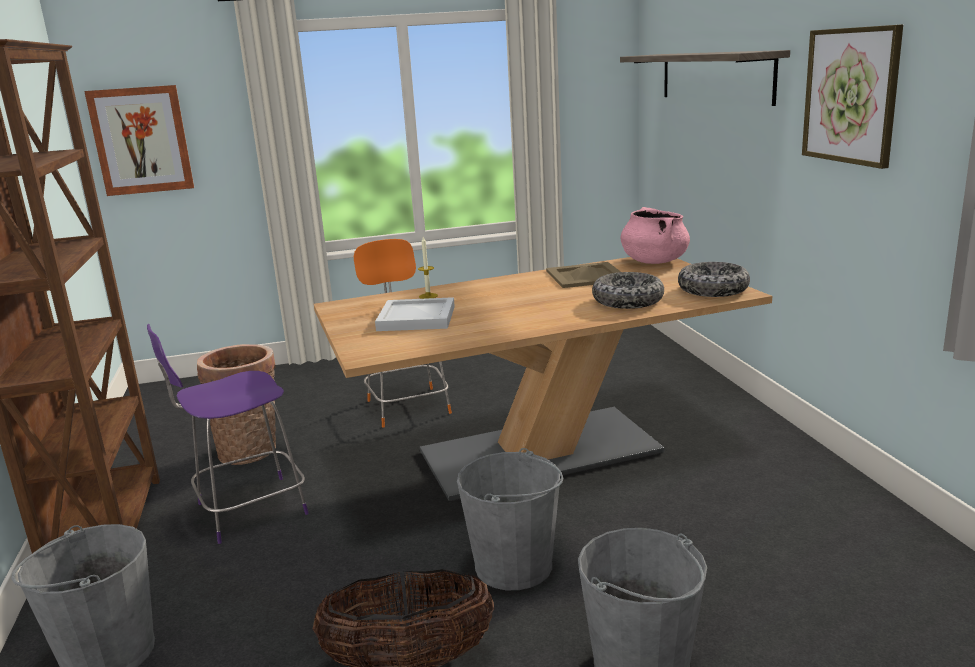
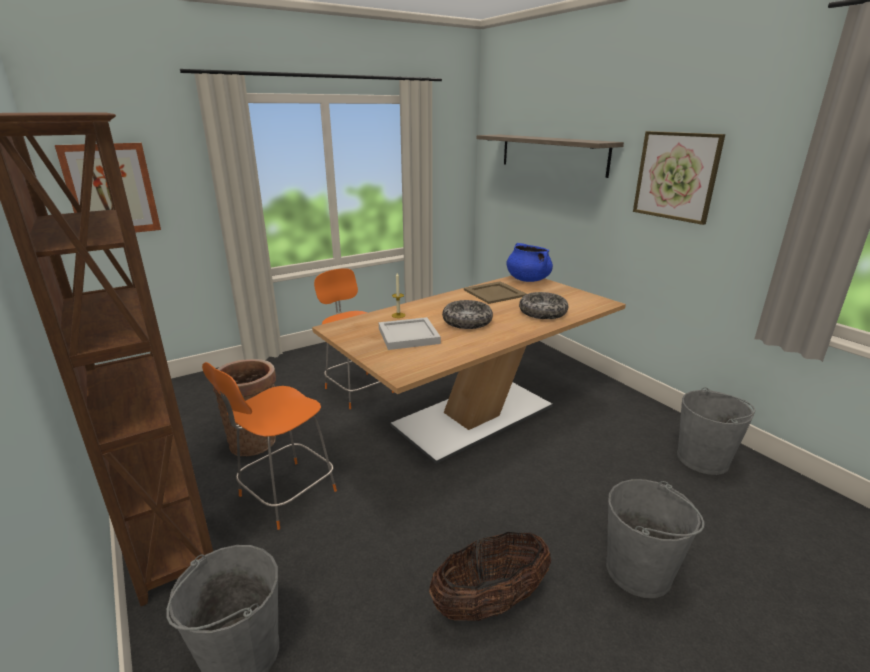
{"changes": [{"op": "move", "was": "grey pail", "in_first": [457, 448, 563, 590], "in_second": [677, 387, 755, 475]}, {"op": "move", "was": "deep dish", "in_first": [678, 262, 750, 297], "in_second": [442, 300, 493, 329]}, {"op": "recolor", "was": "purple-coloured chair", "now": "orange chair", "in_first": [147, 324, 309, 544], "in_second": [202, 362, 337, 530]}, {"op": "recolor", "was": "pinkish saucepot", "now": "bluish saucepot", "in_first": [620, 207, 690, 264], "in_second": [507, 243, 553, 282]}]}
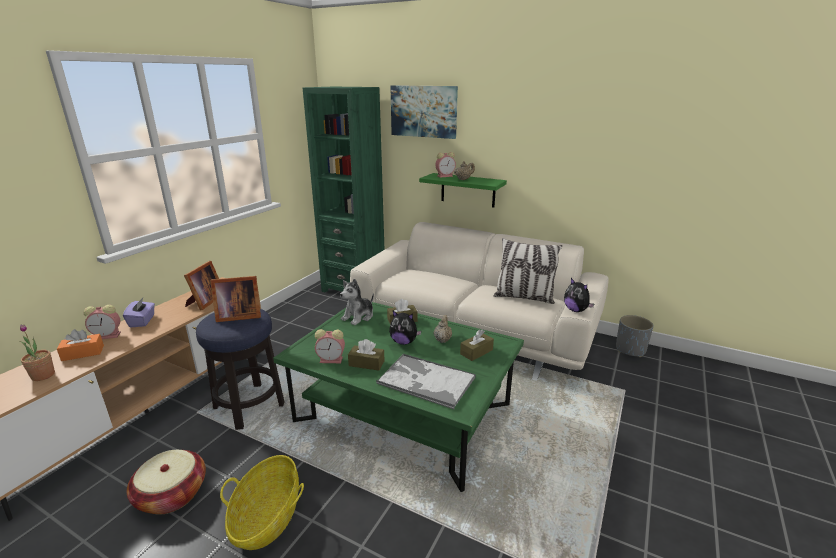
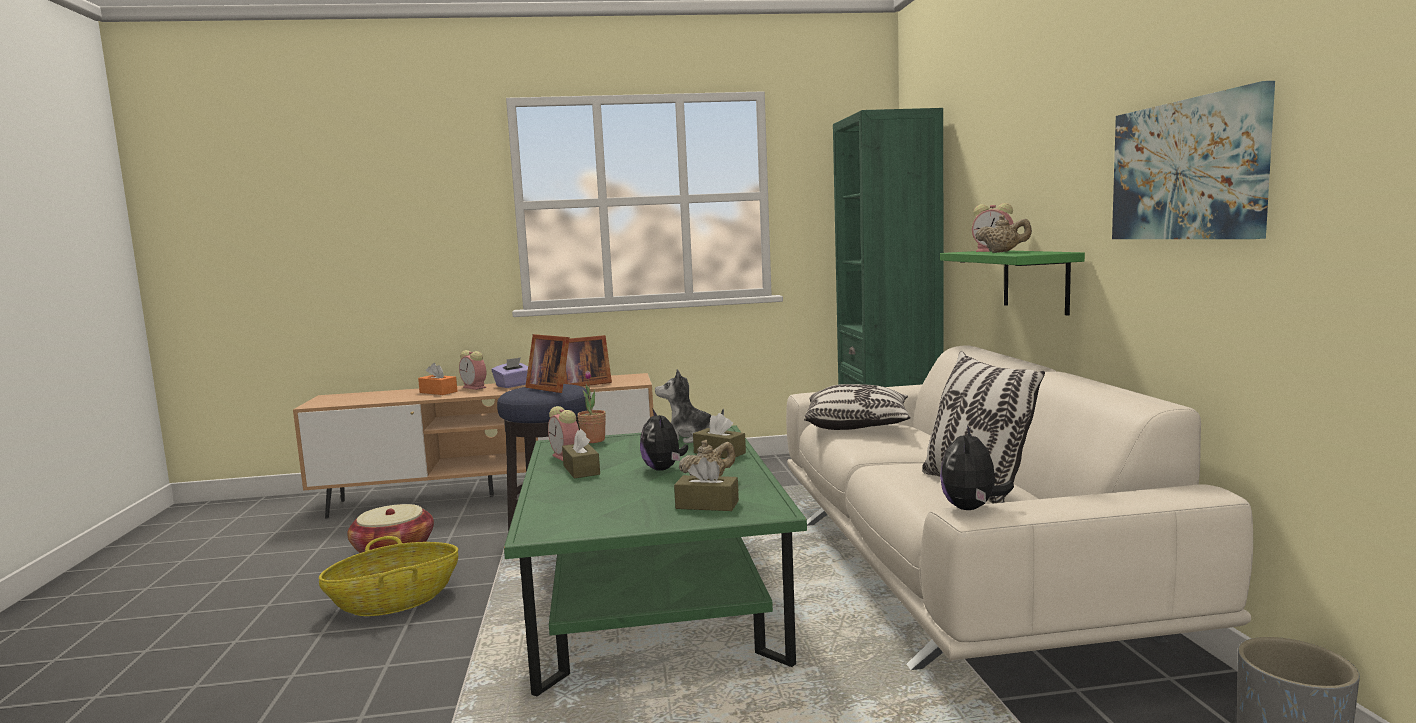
{"changes": [{"op": "delete", "was": "serving tray", "in_first": [376, 354, 476, 409]}, {"op": "insert", "now": "cushion", "in_second": [804, 384, 911, 430]}, {"op": "move", "was": "plant in a pot", "in_first": [20, 324, 55, 381], "in_second": [577, 370, 606, 443]}, {"op": "move", "was": "wall picture", "in_first": [390, 85, 458, 139], "in_second": [1112, 81, 1275, 239]}]}
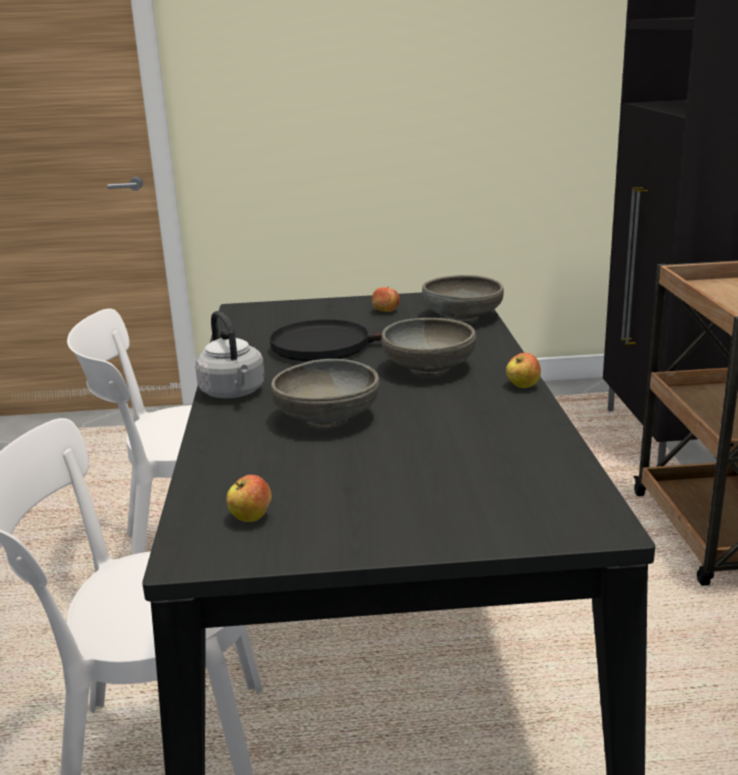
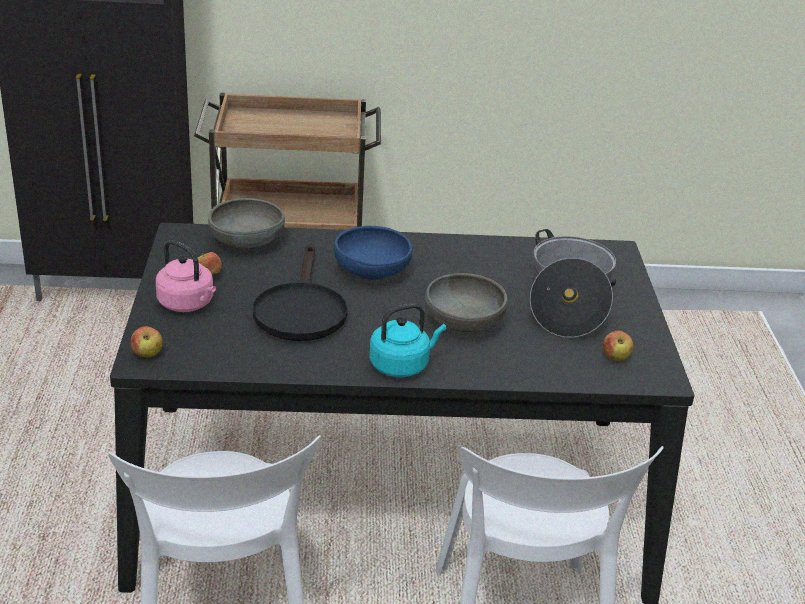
{"changes": [{"op": "insert", "now": "pinkish tea kettle", "in_second": [156, 240, 216, 312]}, {"op": "insert", "now": "saucepot", "in_second": [530, 229, 616, 338]}, {"op": "move", "was": "apple", "in_first": [506, 353, 541, 388], "in_second": [130, 326, 163, 357]}, {"op": "recolor", "was": "grey tea kettle", "now": "turquoise tea kettle", "in_first": [195, 311, 265, 398], "in_second": [369, 303, 446, 377]}, {"op": "recolor", "was": "grey deep dish", "now": "bluish deep dish", "in_first": [381, 318, 476, 376], "in_second": [334, 226, 412, 280]}]}
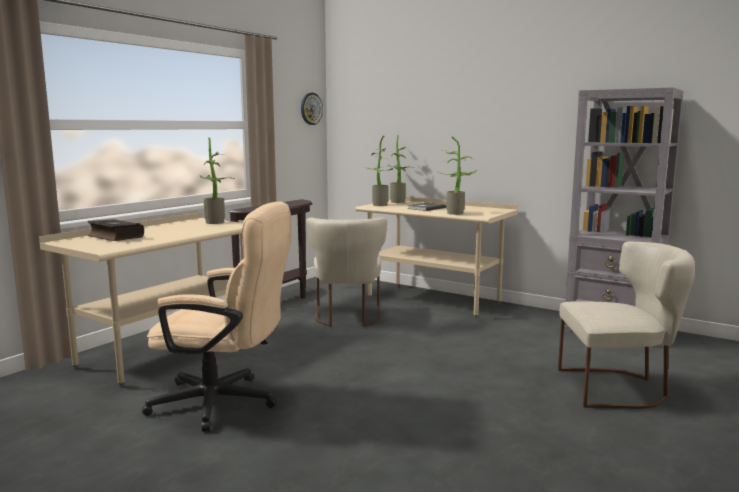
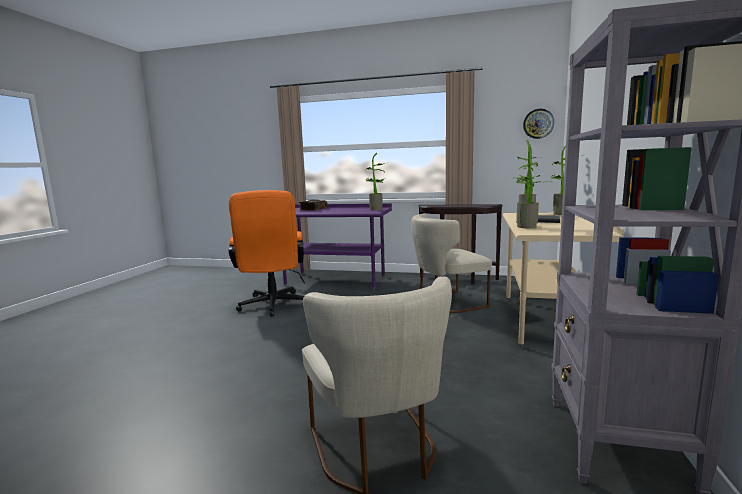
{"changes": [{"op": "recolor", "was": "beige desk unit", "now": "purple-coloured desk unit", "in_first": [39, 212, 243, 387], "in_second": [283, 204, 392, 290]}, {"op": "recolor", "was": "beige office chair", "now": "orange office chair", "in_first": [142, 202, 291, 432], "in_second": [229, 190, 305, 317]}]}
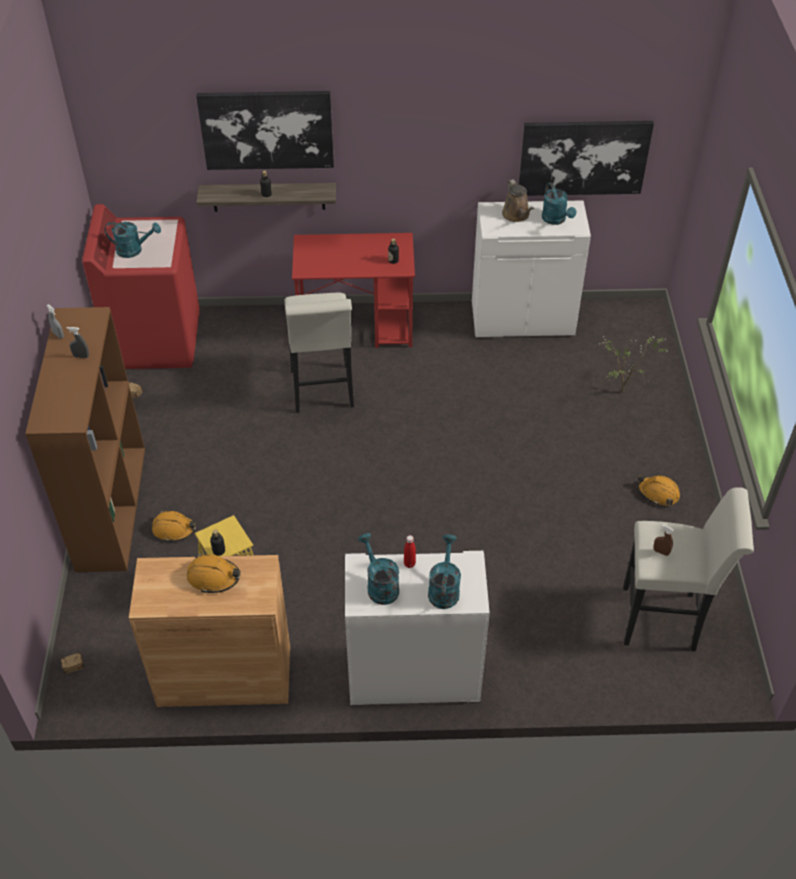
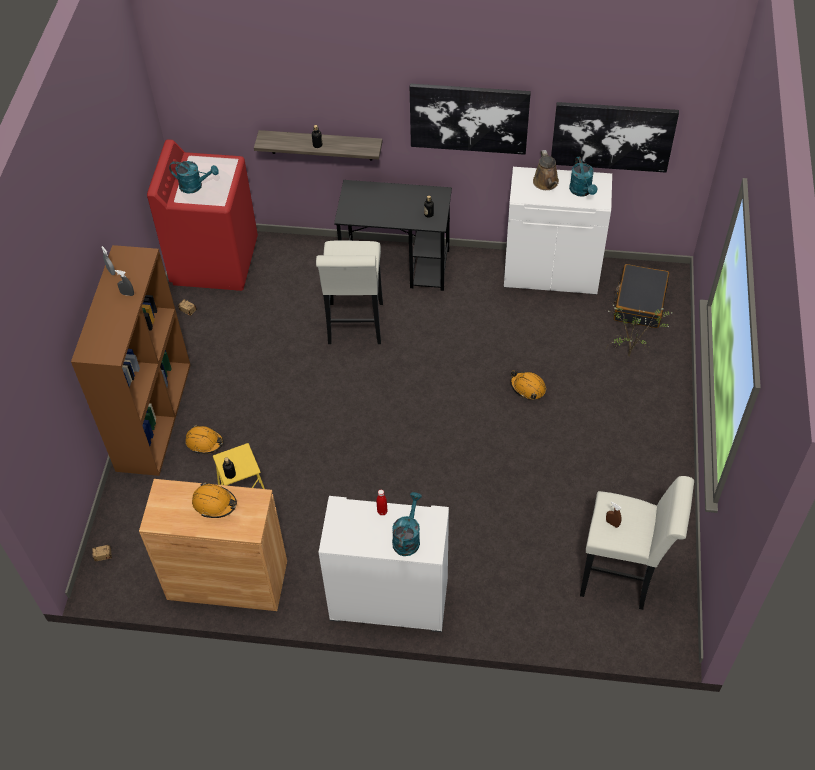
{"changes": [{"op": "delete", "was": "turquoise watering pot", "in_first": [358, 533, 399, 605]}, {"op": "insert", "now": "black travel case", "in_second": [614, 264, 669, 328]}, {"op": "move", "was": "wall picture", "in_first": [196, 91, 334, 170], "in_second": [410, 83, 531, 155]}, {"op": "move", "was": "orange work helmet", "in_first": [638, 476, 680, 506], "in_second": [510, 370, 546, 399]}, {"op": "recolor", "was": "reddish desk unit", "now": "black desk unit", "in_first": [292, 233, 415, 348], "in_second": [334, 180, 452, 291]}]}
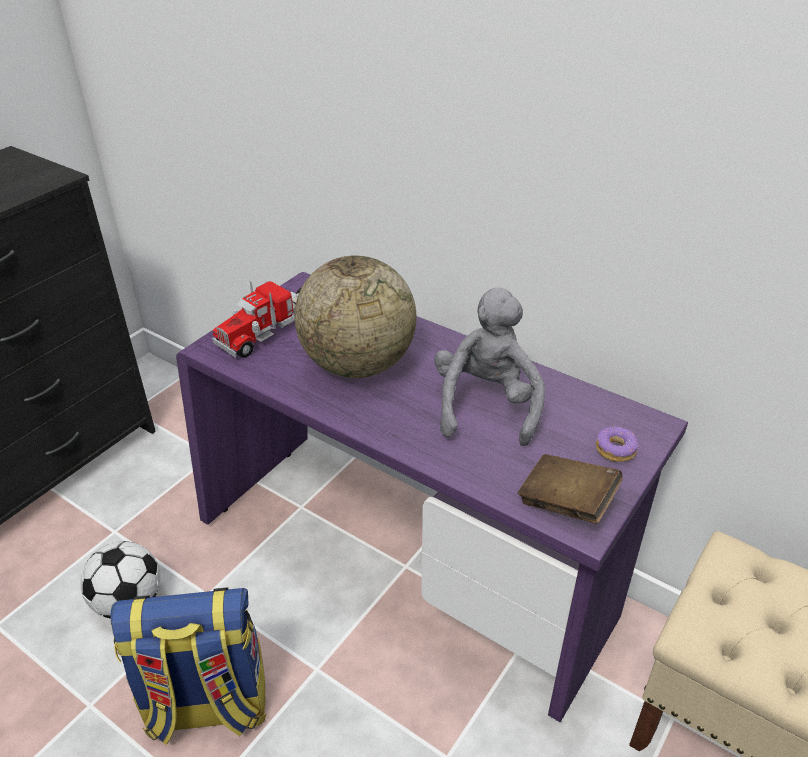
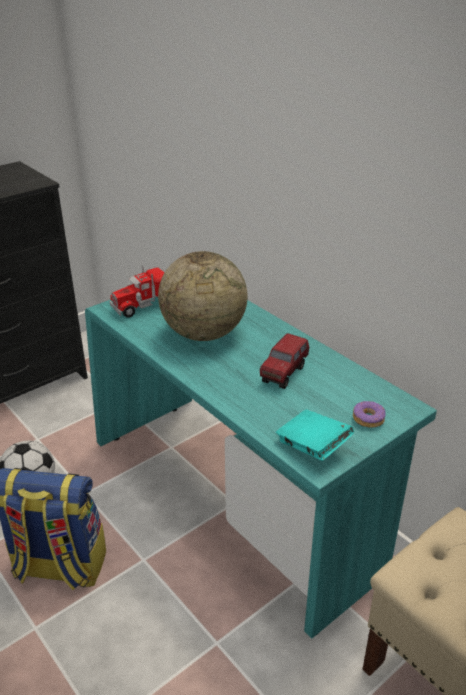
{"changes": [{"op": "replace", "was": "grey plush toy", "now": "model truck", "in_first": [434, 288, 545, 446], "in_second": [260, 333, 309, 389]}, {"op": "recolor", "was": "purple-coloured desk unit", "now": "turquoise desk unit", "in_first": [176, 272, 688, 722], "in_second": [85, 297, 437, 638]}, {"op": "recolor", "was": "brown-coloured book", "now": "turquoise book", "in_first": [517, 454, 623, 524], "in_second": [276, 410, 354, 461]}]}
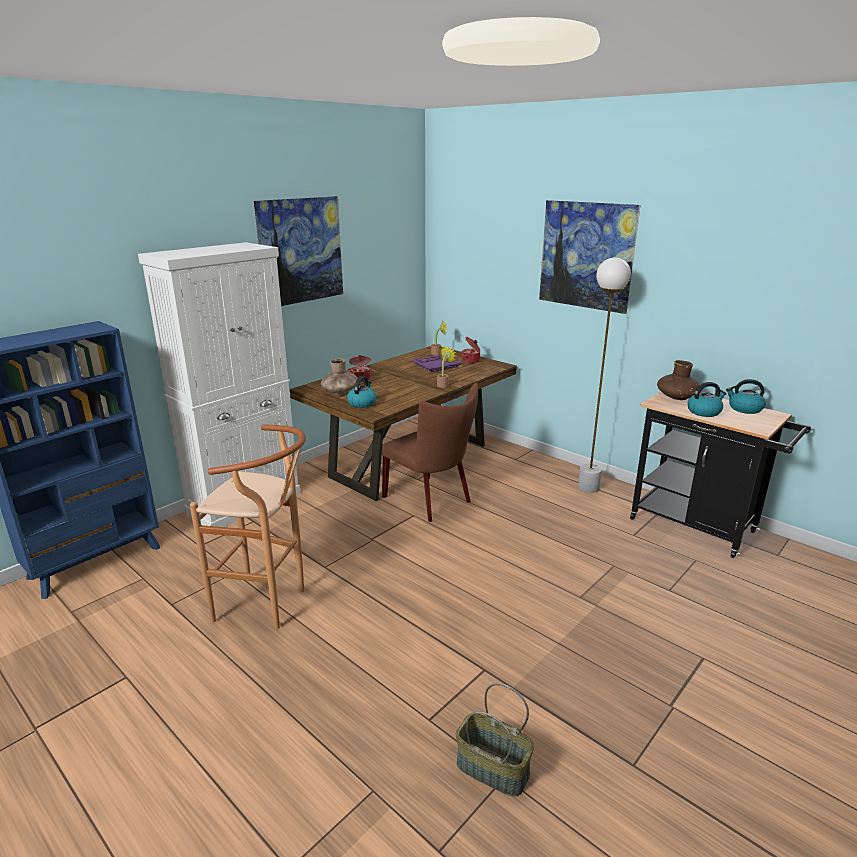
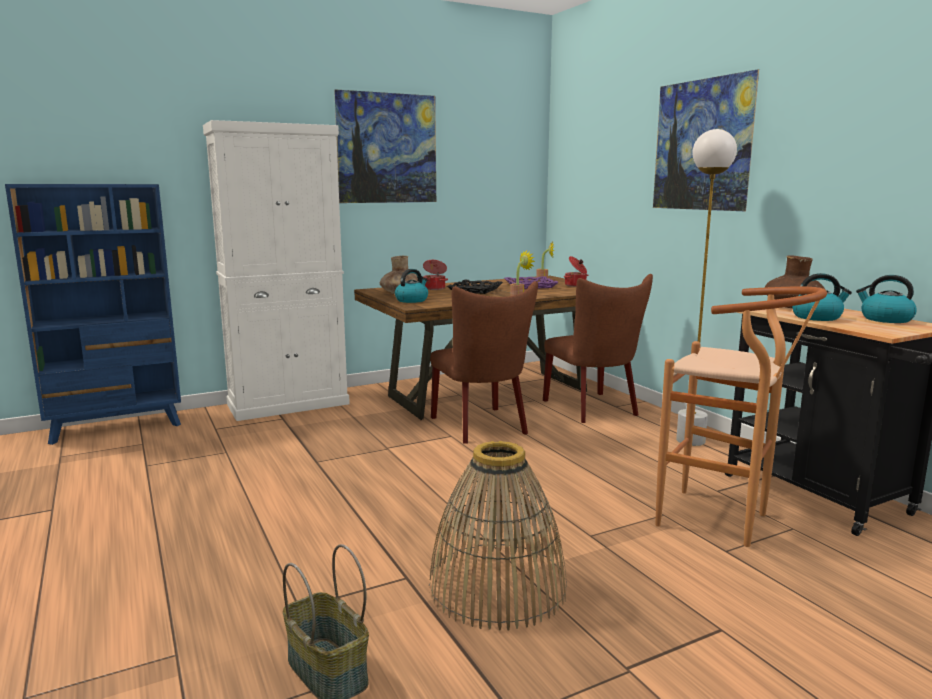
{"changes": [{"op": "insert", "now": "basket", "in_second": [429, 441, 567, 631]}, {"op": "insert", "now": "black serving tray", "in_second": [447, 280, 503, 294]}, {"op": "insert", "now": "brown-coloured chair", "in_second": [543, 274, 653, 423]}, {"op": "move", "was": "brown-coloured sitting stool", "in_first": [190, 425, 306, 629], "in_second": [655, 287, 827, 547]}]}
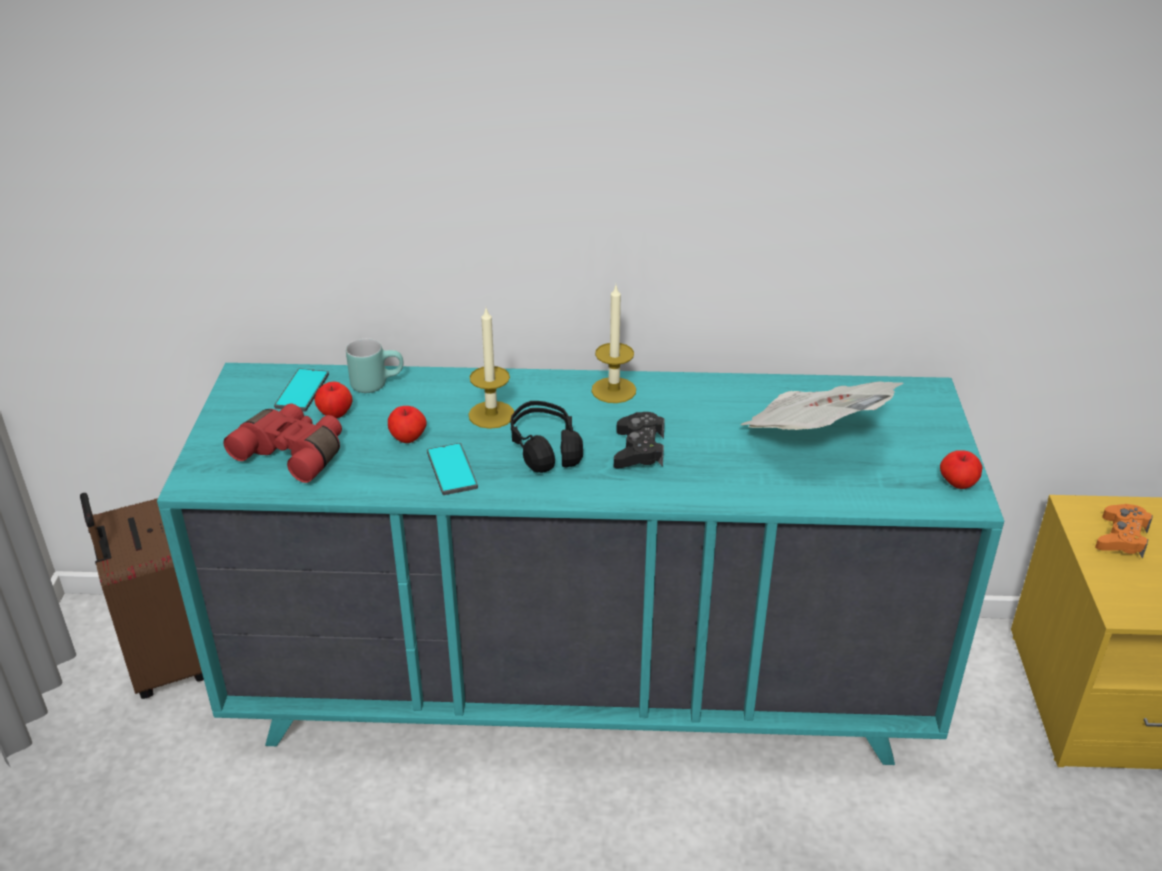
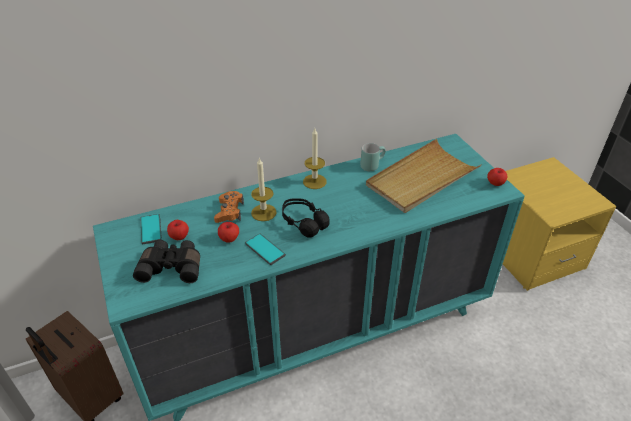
{"changes": [{"op": "delete", "was": "black joypad", "in_first": [614, 412, 665, 468]}, {"op": "move", "was": "turquoise mug", "in_first": [346, 338, 404, 393], "in_second": [360, 143, 386, 171]}, {"op": "move", "was": "orange joypad", "in_first": [1095, 504, 1153, 559], "in_second": [214, 191, 244, 223]}, {"op": "replace", "was": "daily paper", "now": "beige serving tray", "in_first": [741, 382, 904, 430], "in_second": [366, 139, 482, 213]}, {"op": "recolor", "was": "reddish binoculars", "now": "black binoculars", "in_first": [223, 403, 342, 483], "in_second": [133, 240, 200, 283]}]}
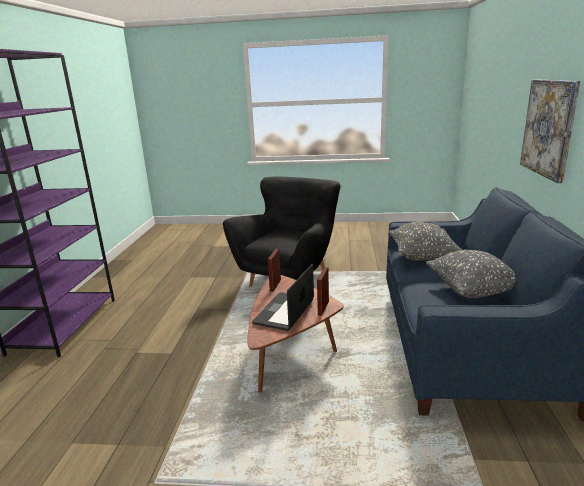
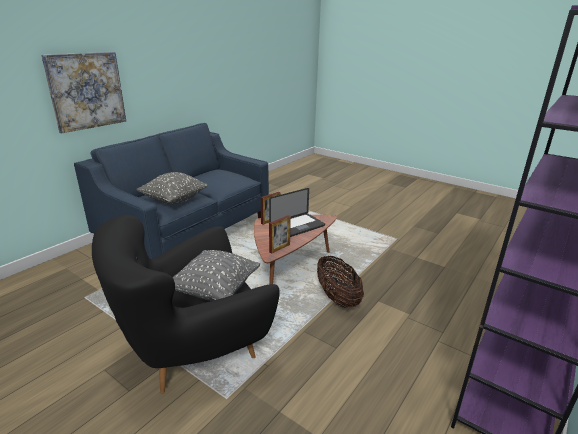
{"changes": [{"op": "insert", "now": "basket", "in_second": [317, 256, 364, 308]}, {"op": "move", "was": "grey cushion", "in_first": [426, 250, 515, 298], "in_second": [172, 250, 260, 301]}]}
